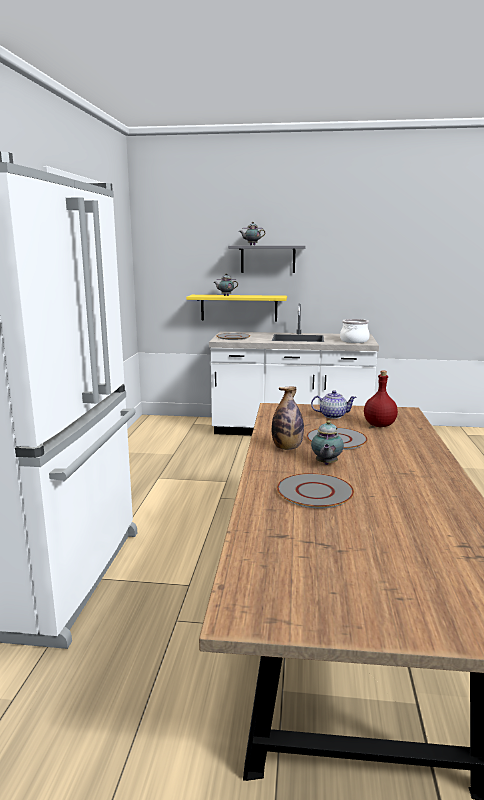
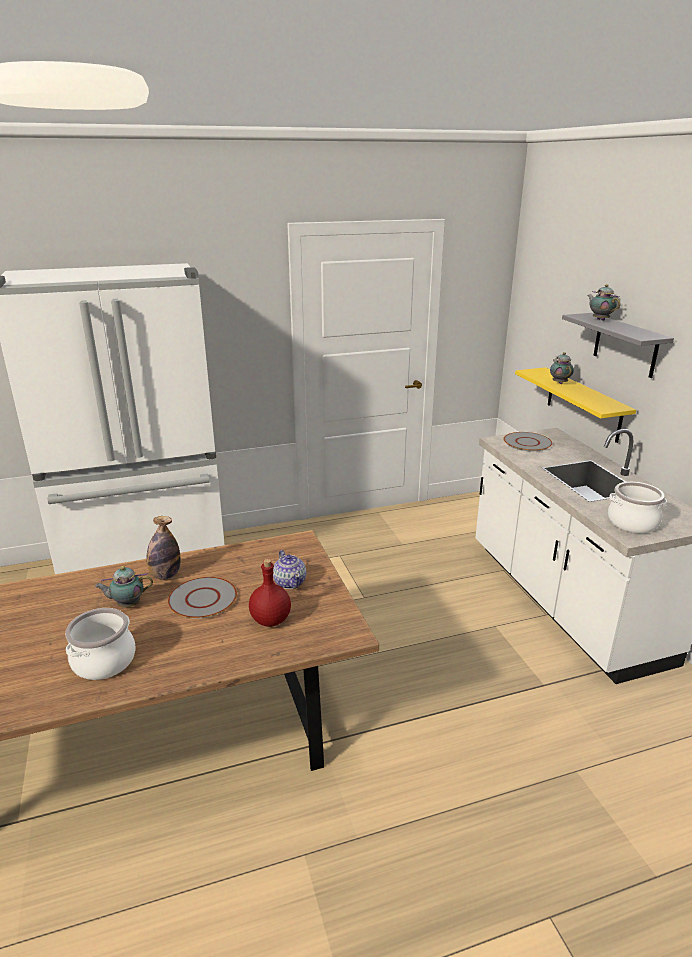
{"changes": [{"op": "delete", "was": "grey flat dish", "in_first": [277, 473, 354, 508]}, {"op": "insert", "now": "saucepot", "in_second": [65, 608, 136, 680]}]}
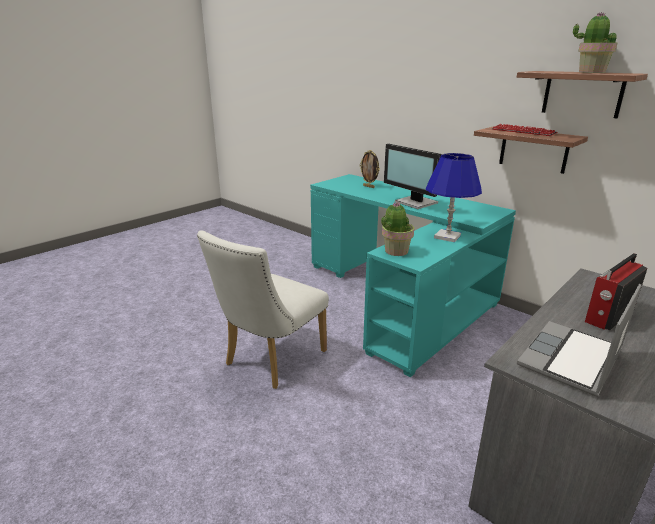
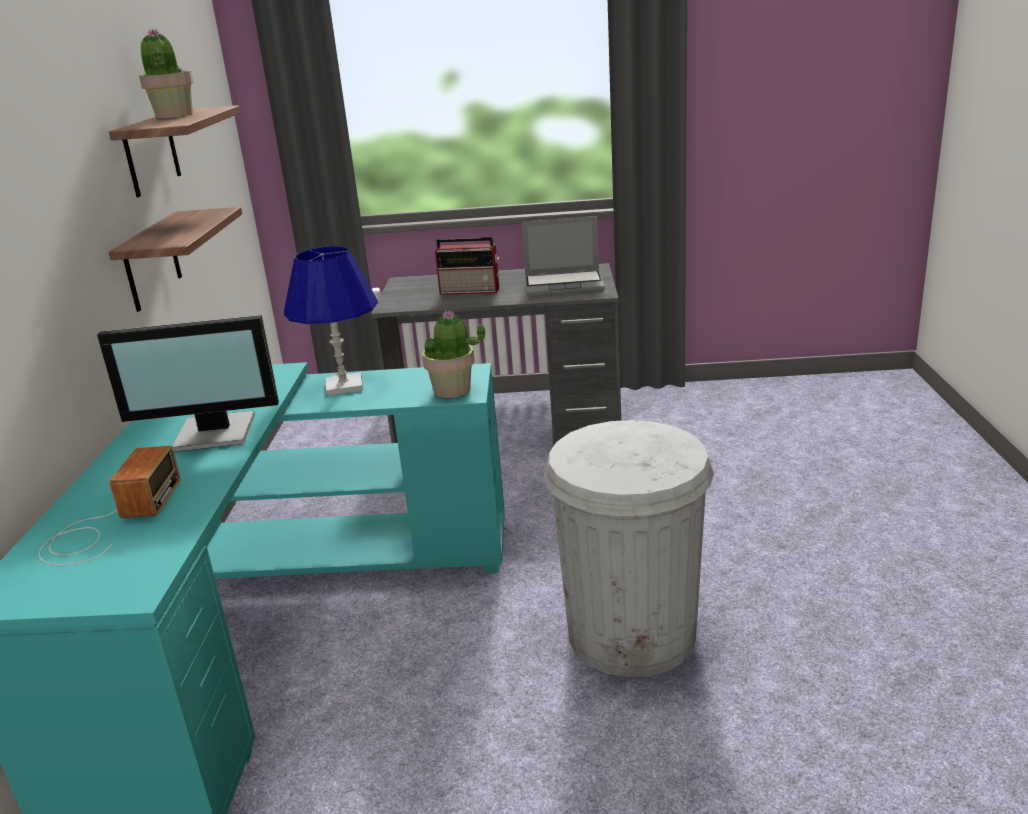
{"changes": [{"op": "delete", "was": "PC keyboard", "in_first": [492, 124, 557, 136]}, {"op": "replace", "was": "white-coloured chair", "now": "white-coloured rubbish bin", "in_first": [197, 230, 329, 389], "in_second": [544, 420, 714, 677]}, {"op": "replace", "was": "picture frame", "now": "radio receiver", "in_first": [360, 150, 379, 188], "in_second": [39, 446, 180, 565]}, {"op": "rotate", "was": "monitor", "in_first": [384, 144, 441, 209], "in_second": [97, 315, 279, 452], "clockwise": 75}]}
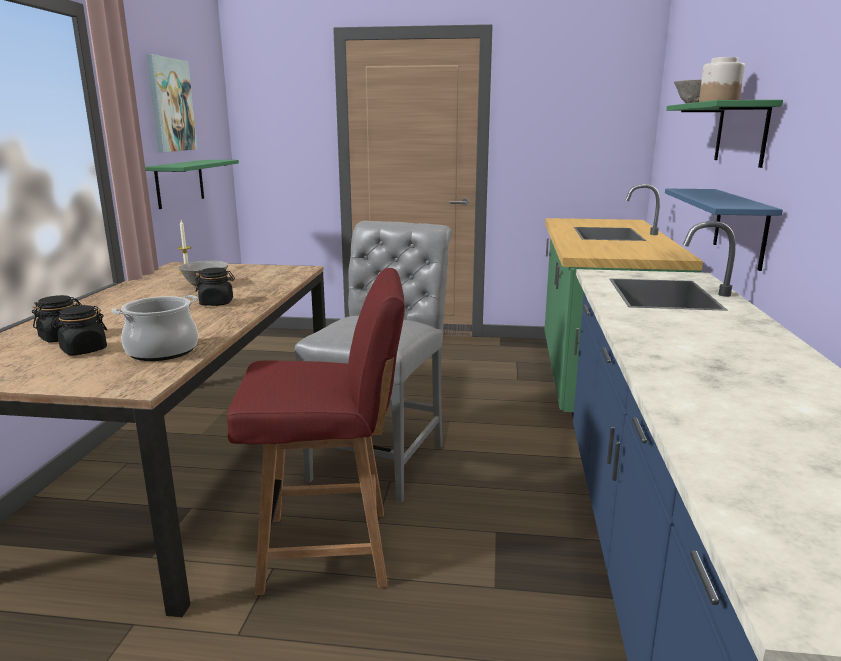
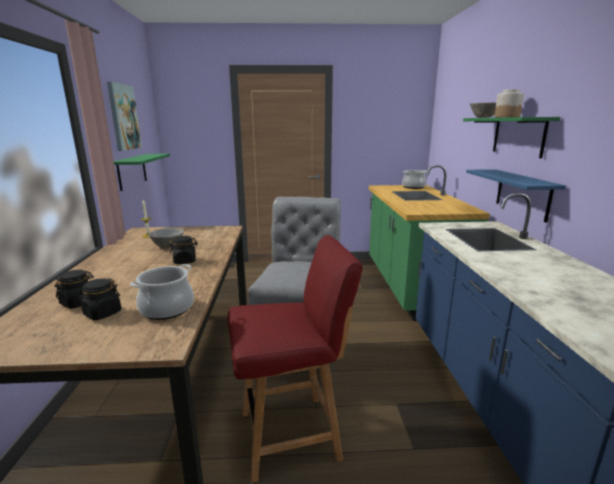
{"changes": [{"op": "insert", "now": "saucepot", "in_second": [402, 170, 427, 189]}]}
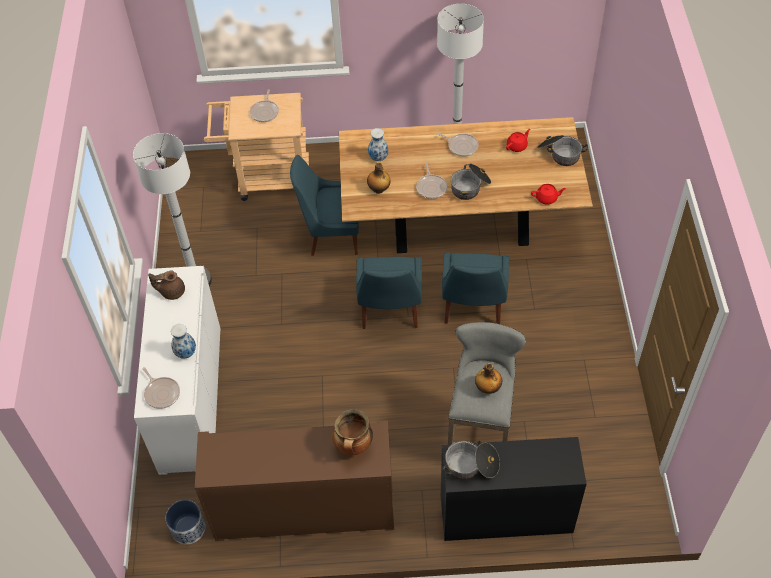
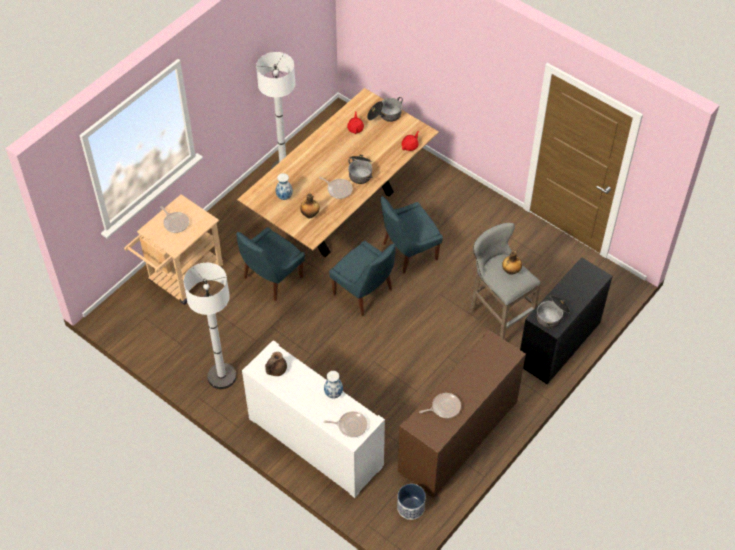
{"changes": [{"op": "delete", "was": "saucepot", "in_first": [332, 409, 373, 455]}, {"op": "move", "was": "pan", "in_first": [436, 133, 479, 156], "in_second": [419, 393, 461, 418]}, {"op": "rotate", "was": "bluish chair", "in_first": [442, 252, 509, 324], "in_second": [381, 196, 443, 274], "clockwise": 105}]}
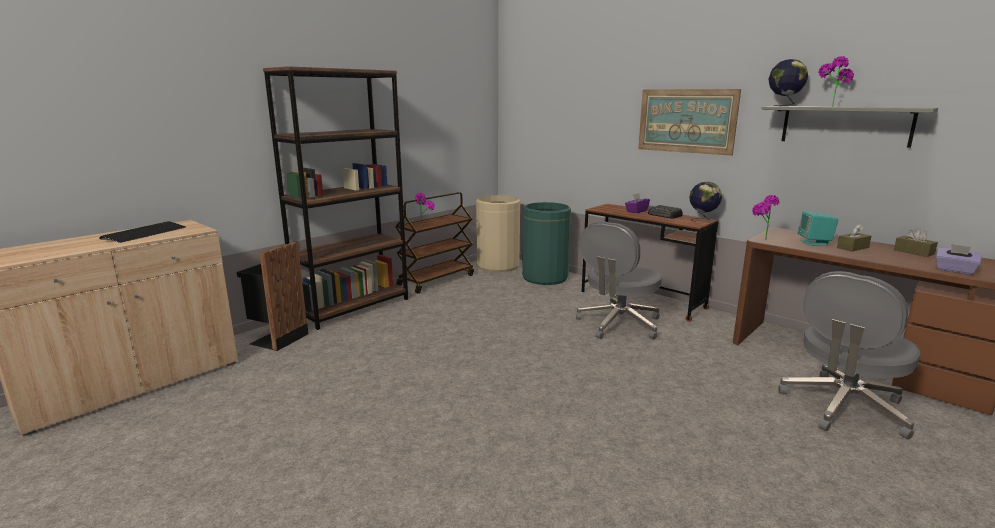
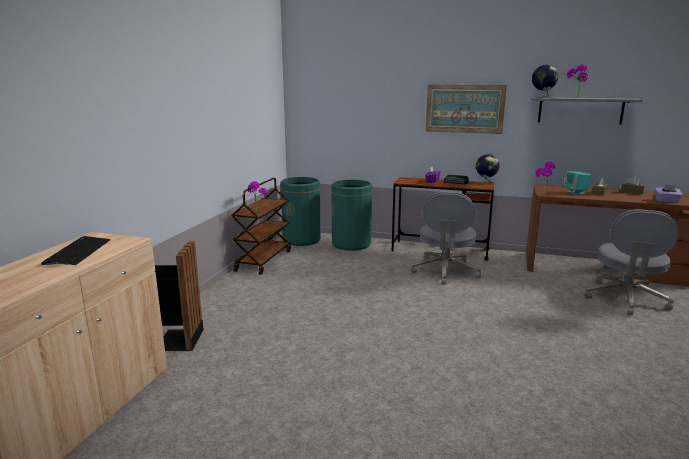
{"changes": [{"op": "delete", "was": "brown-coloured bookcase", "in_first": [263, 66, 408, 330]}, {"op": "recolor", "was": "beige rubbish bin", "now": "green-coloured rubbish bin", "in_first": [476, 195, 520, 272], "in_second": [280, 177, 321, 246]}]}
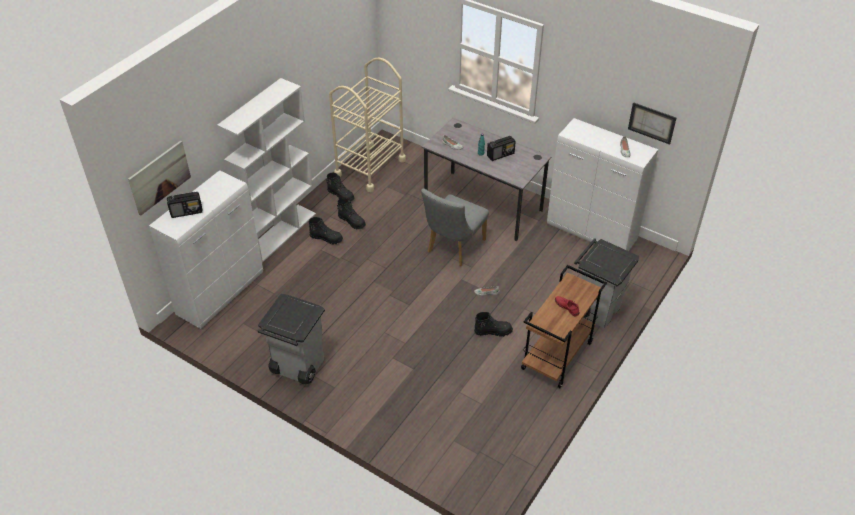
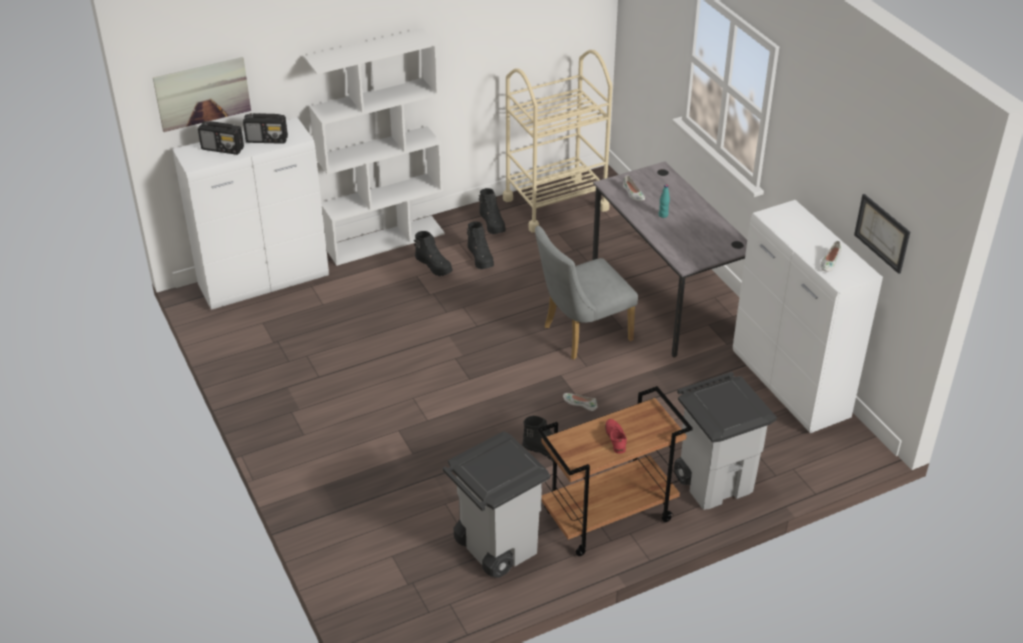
{"changes": [{"op": "move", "was": "grey rubbish bin", "in_first": [257, 294, 325, 384], "in_second": [442, 431, 550, 578]}, {"op": "move", "was": "radio receiver", "in_first": [487, 136, 516, 161], "in_second": [243, 113, 288, 144]}]}
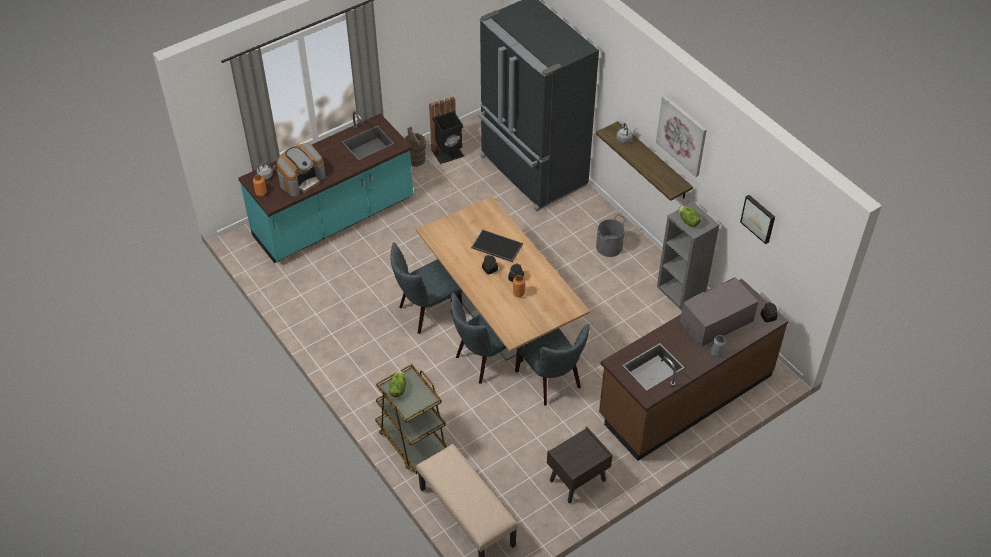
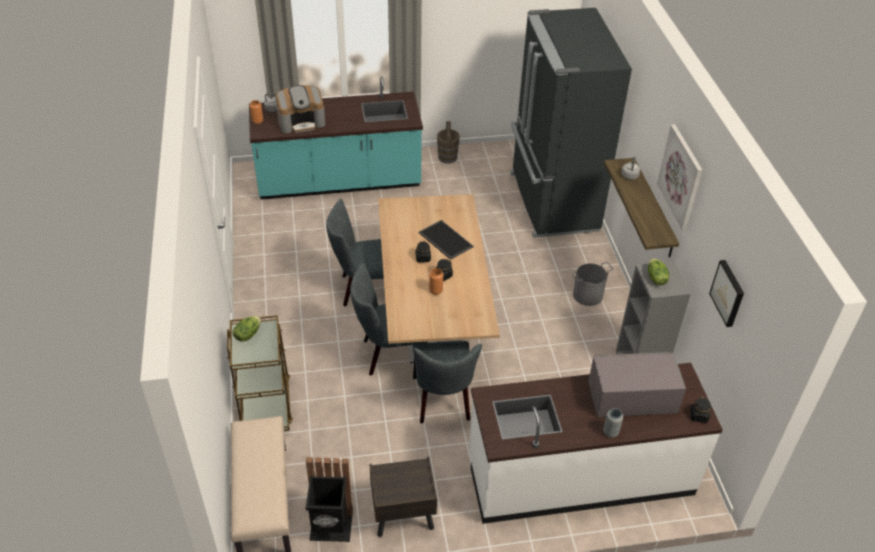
{"changes": [{"op": "move", "was": "black rubbish bin", "in_first": [429, 97, 464, 164], "in_second": [306, 457, 353, 542]}, {"op": "recolor", "was": "brown-coloured counter", "now": "white-coloured counter", "in_first": [599, 278, 789, 461], "in_second": [469, 363, 723, 524]}]}
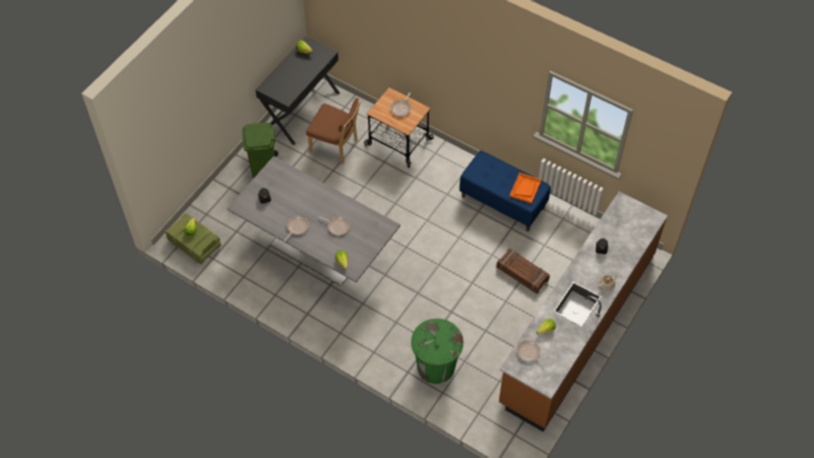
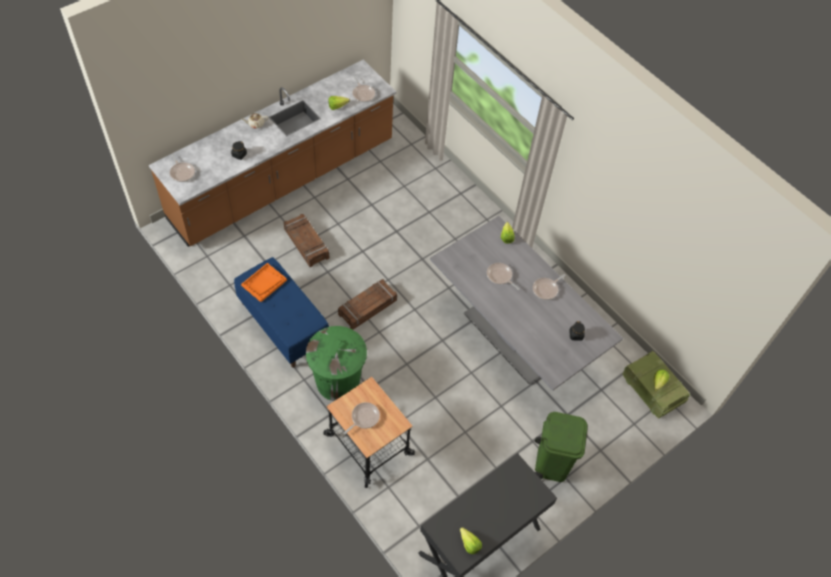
{"changes": [{"op": "delete", "was": "brown-coloured chair", "in_first": [306, 98, 360, 164]}, {"op": "insert", "now": "pan", "in_second": [170, 154, 195, 182]}, {"op": "insert", "now": "crate", "in_second": [338, 279, 397, 330]}, {"op": "move", "was": "green-coloured rubbish bin", "in_first": [411, 318, 463, 384], "in_second": [306, 326, 367, 401]}]}
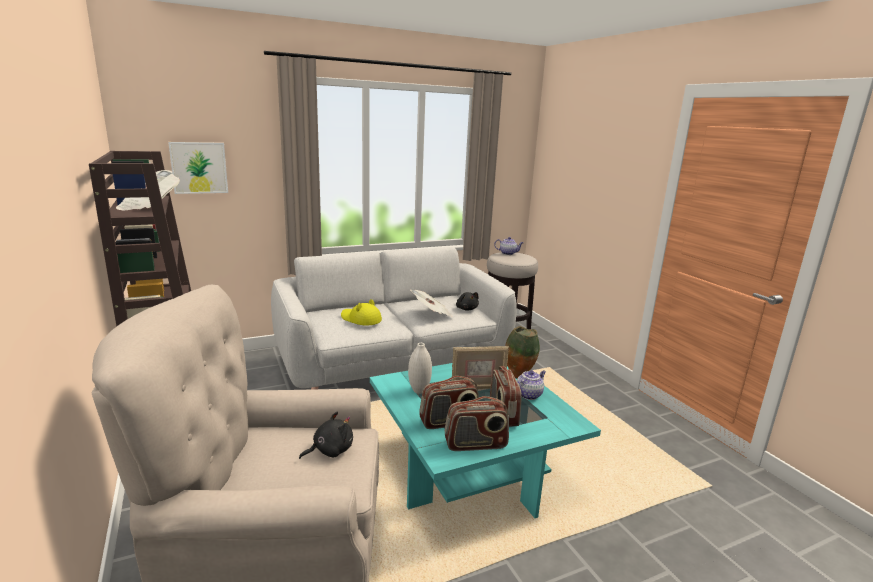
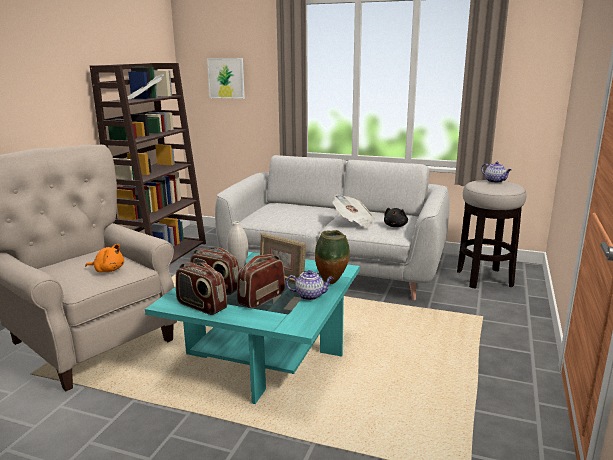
{"changes": [{"op": "delete", "was": "yellow-coloured clothing hat", "in_first": [341, 299, 382, 326]}, {"op": "recolor", "was": "black plush toy", "now": "orange plush toy", "in_first": [299, 411, 353, 459], "in_second": [85, 244, 124, 272]}]}
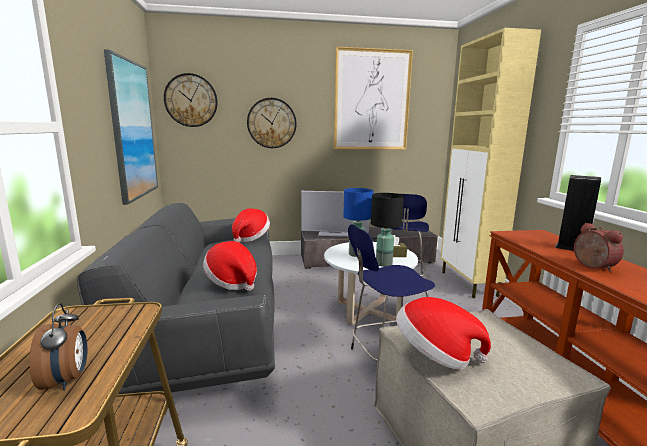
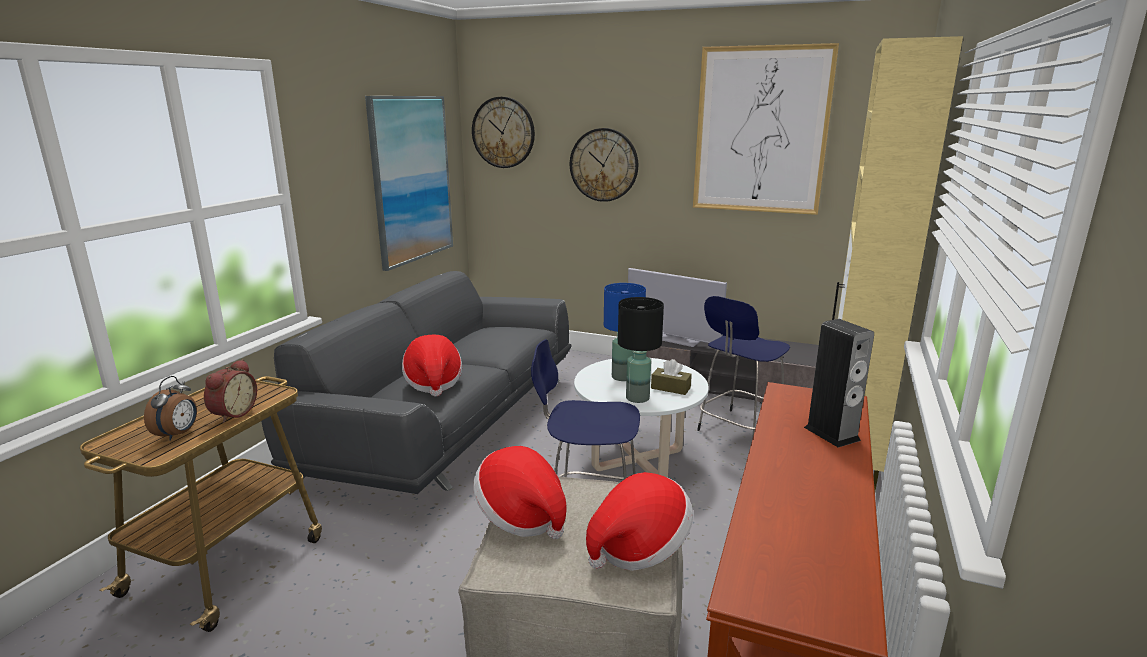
{"changes": [{"op": "move", "was": "clothing hat", "in_first": [232, 208, 270, 242], "in_second": [586, 472, 693, 571]}, {"op": "move", "was": "table clock", "in_first": [574, 223, 624, 272], "in_second": [204, 359, 257, 423]}]}
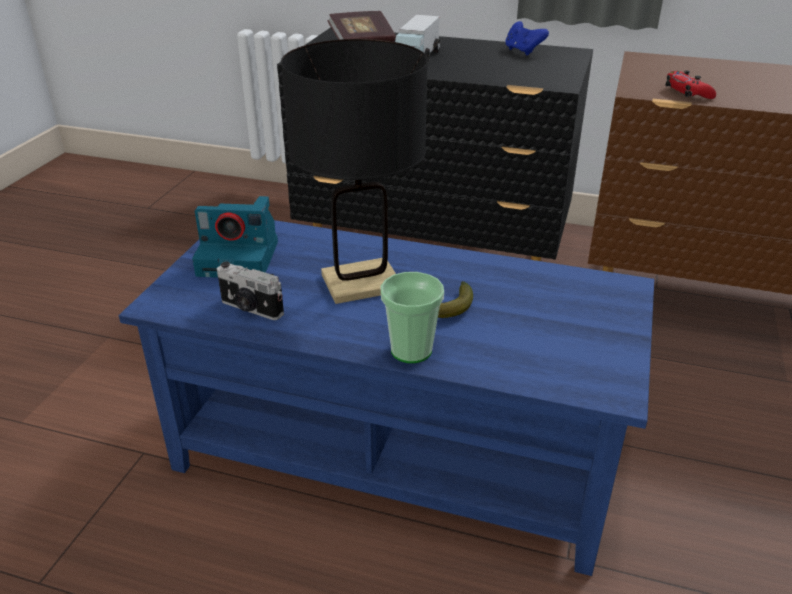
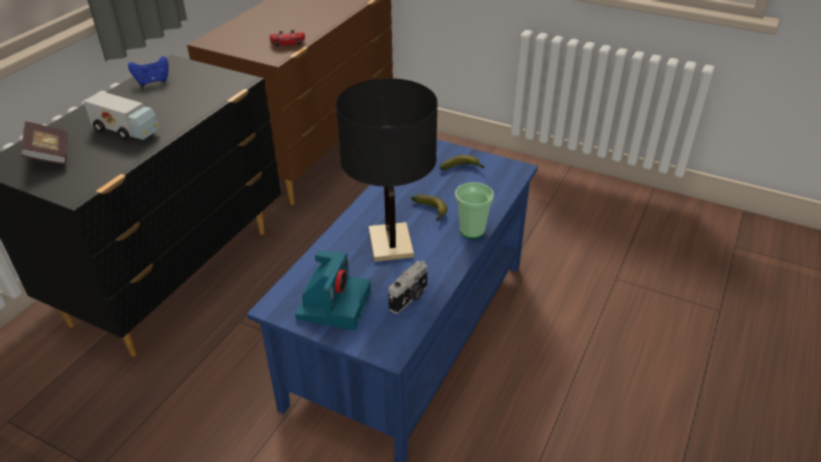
{"changes": [{"op": "insert", "now": "whole banana", "in_second": [440, 155, 485, 170]}]}
